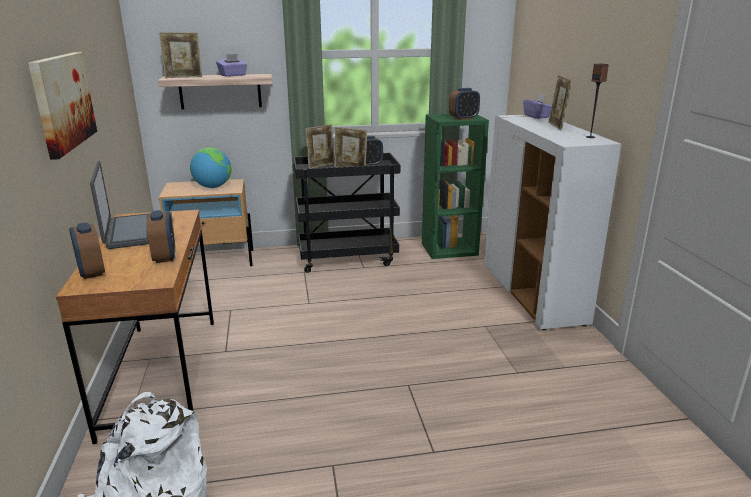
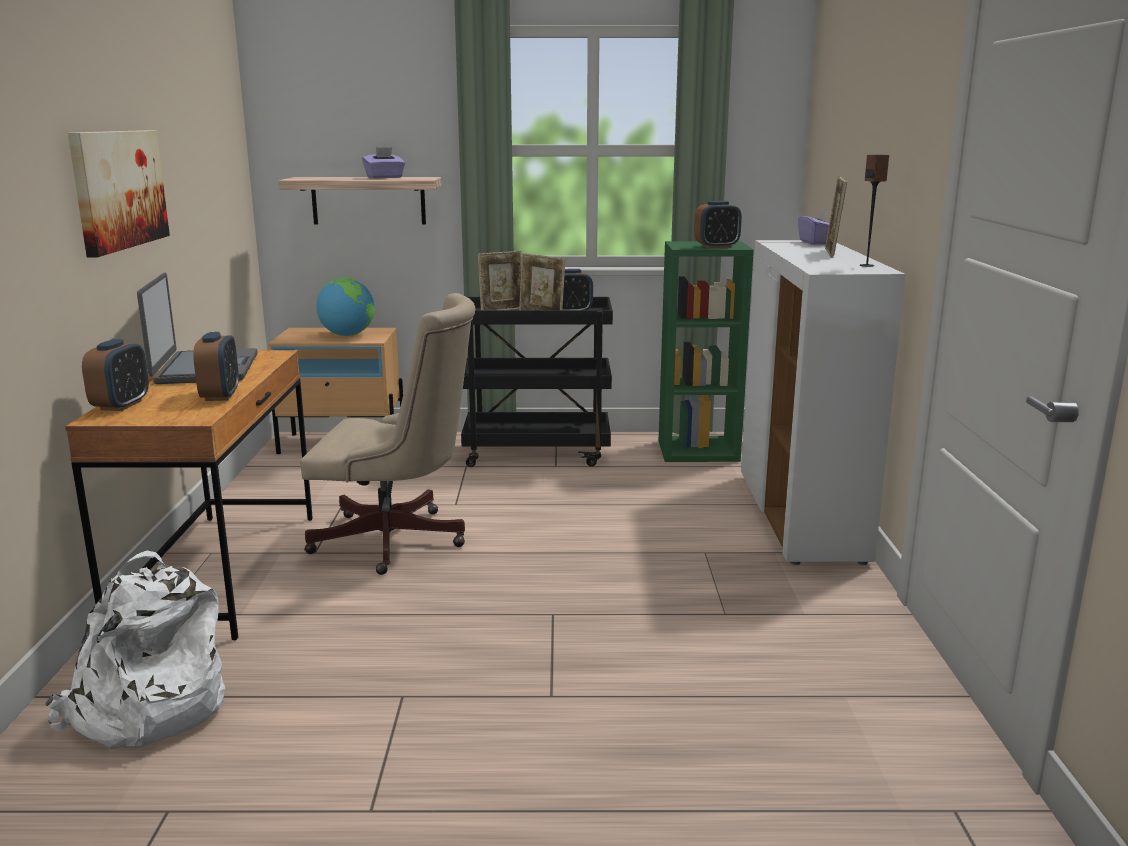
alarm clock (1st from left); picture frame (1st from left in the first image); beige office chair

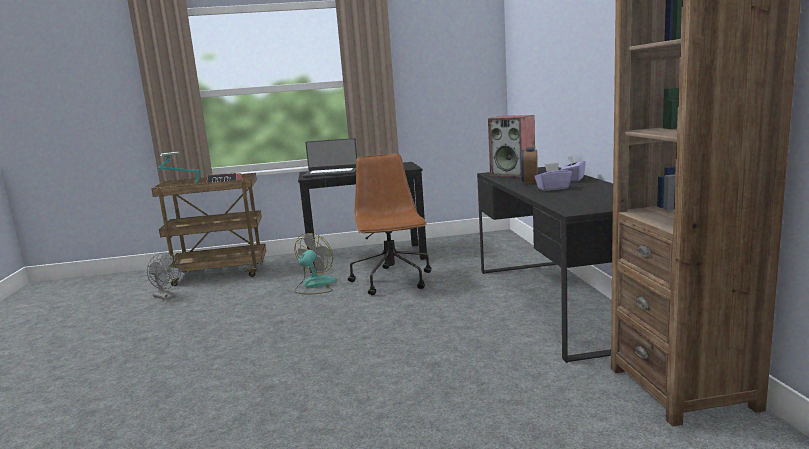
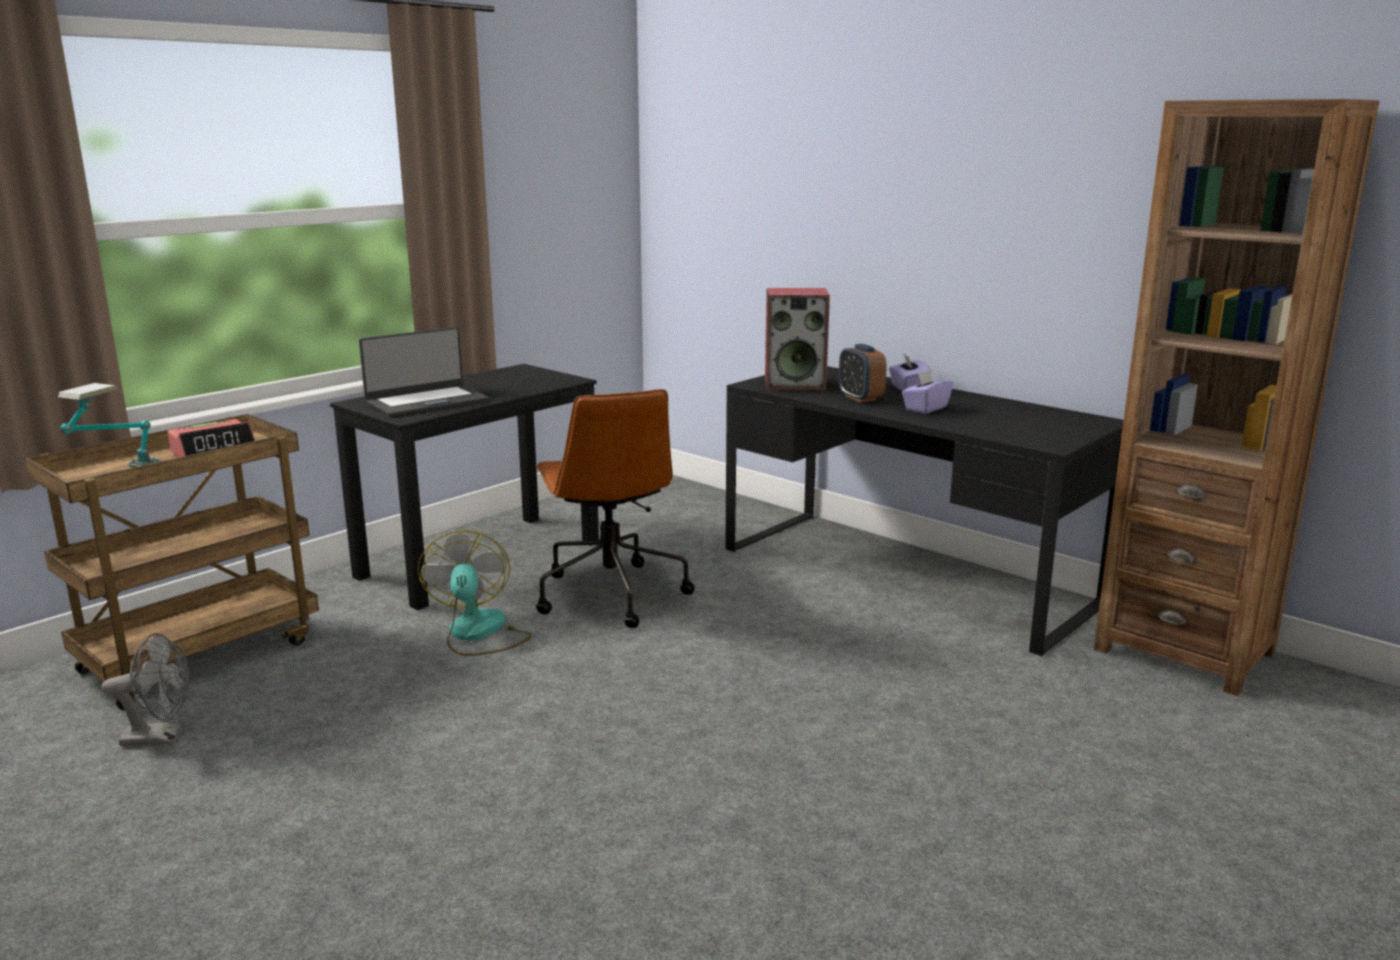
brown office chair

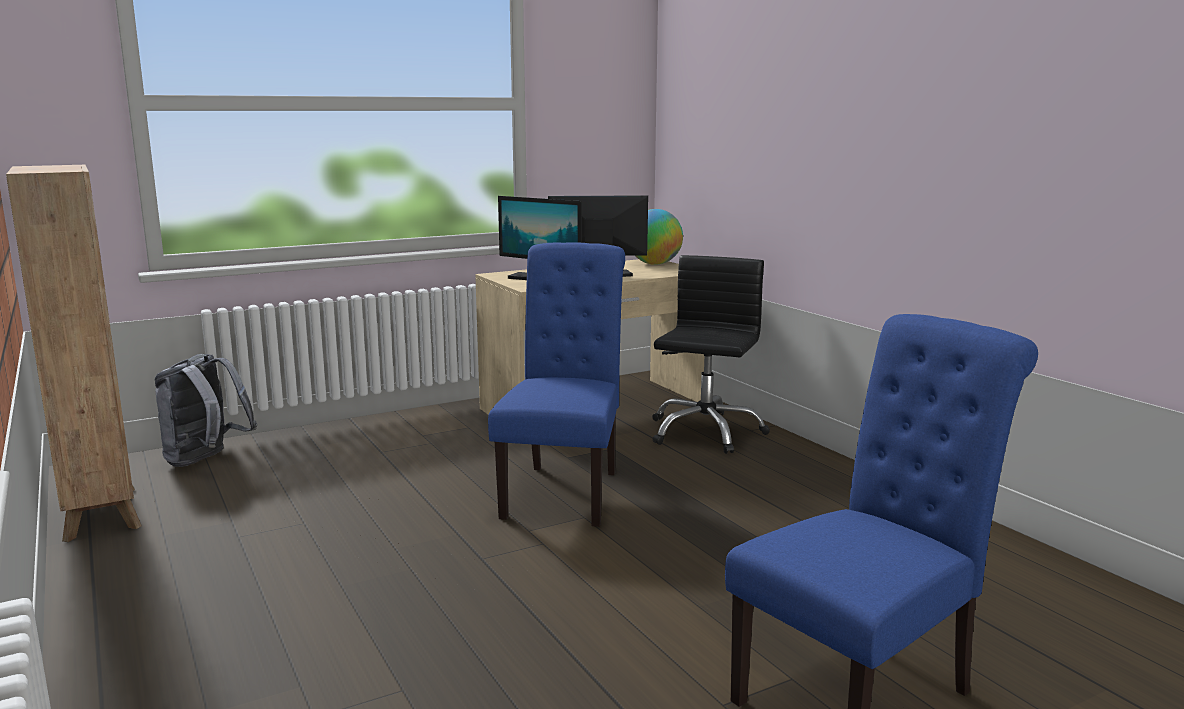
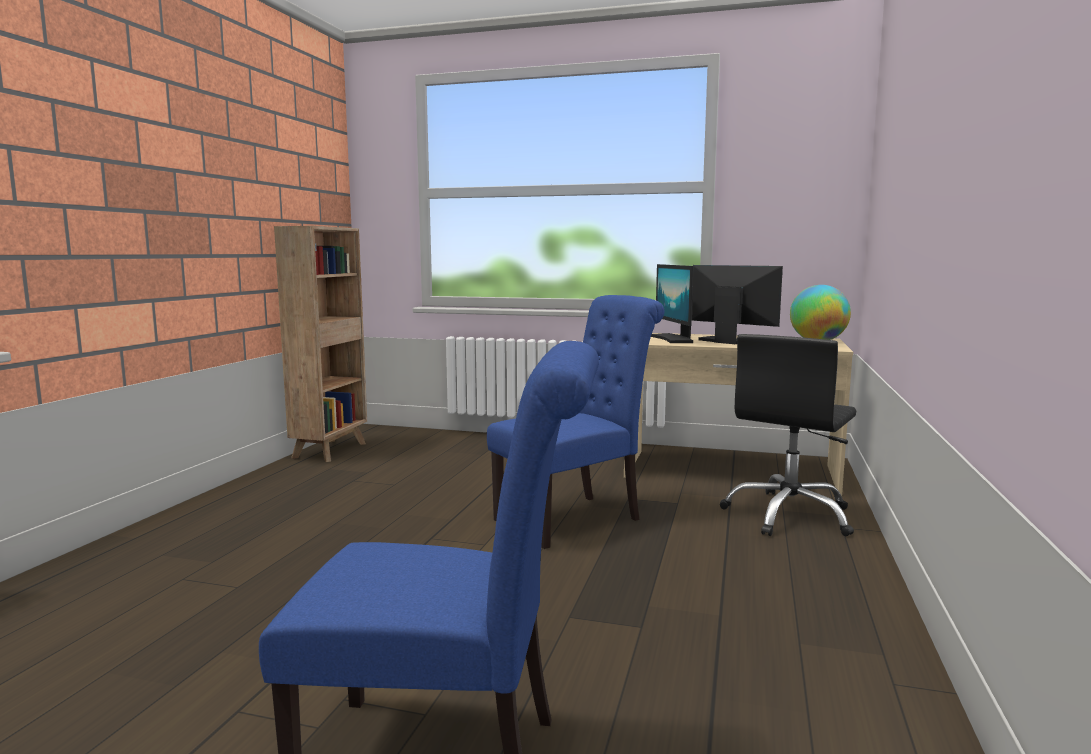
grey backpack; black office chair

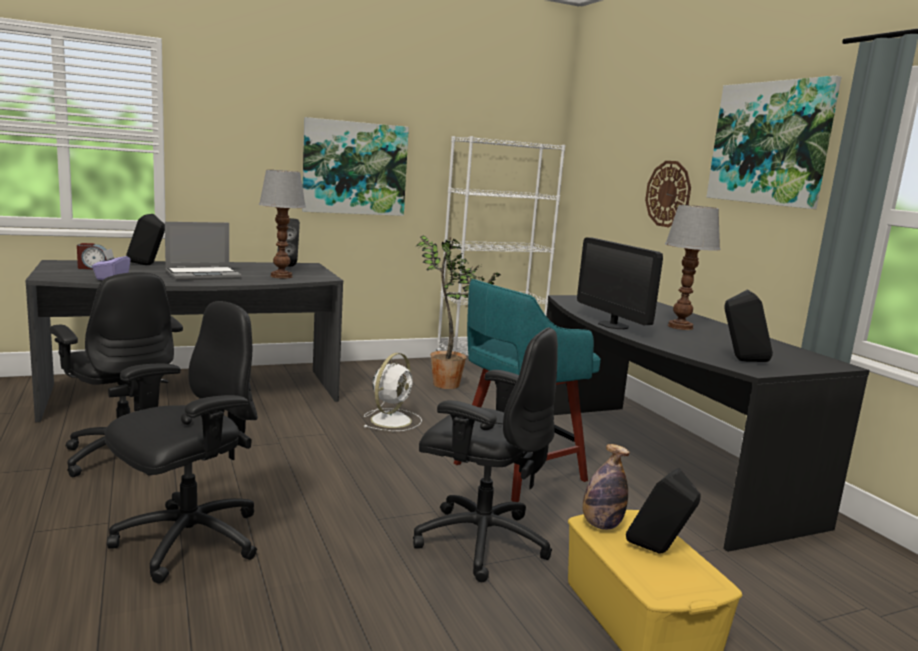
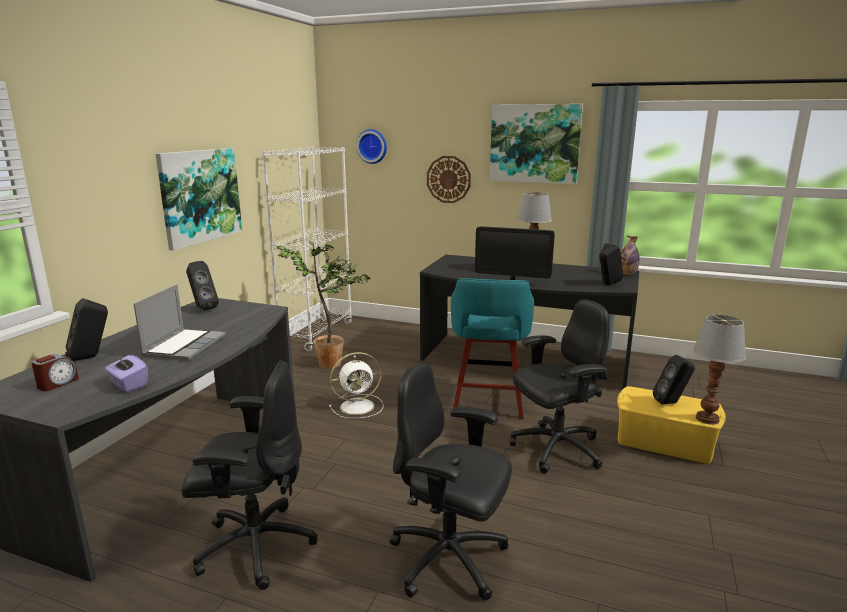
black office chair (2nd from left); table lamp (2nd from left); white fan; bottle; wall clock (1st from left)

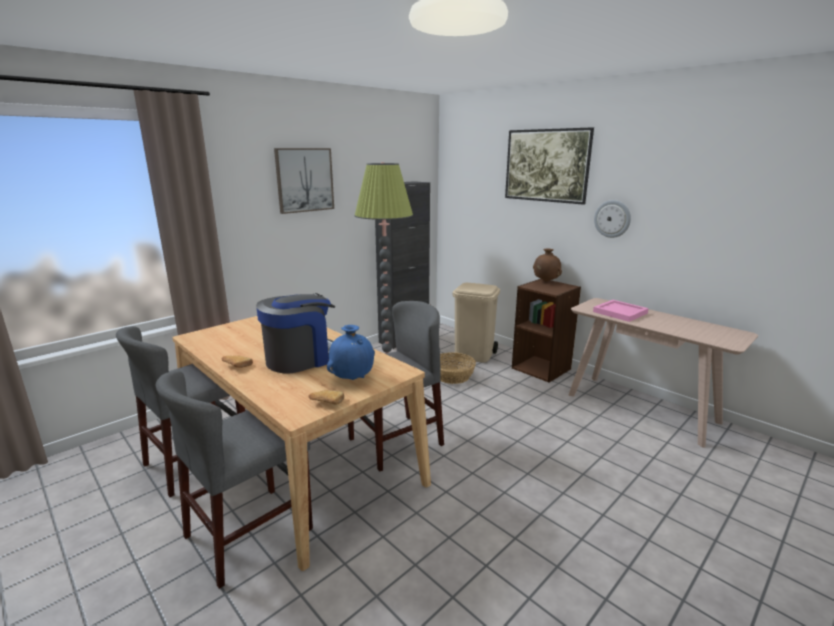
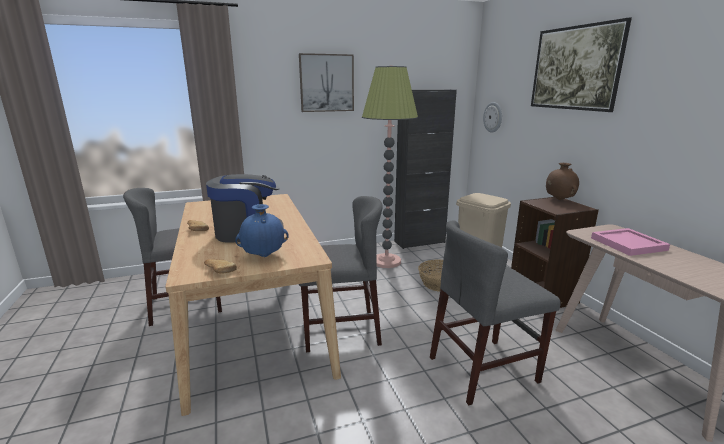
grey chair (3rd from left); wall clock

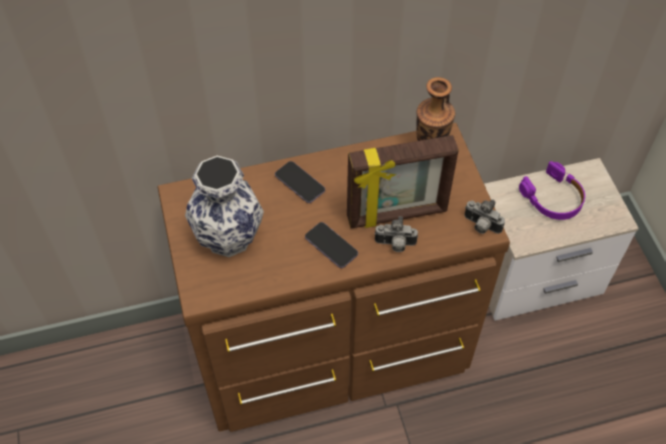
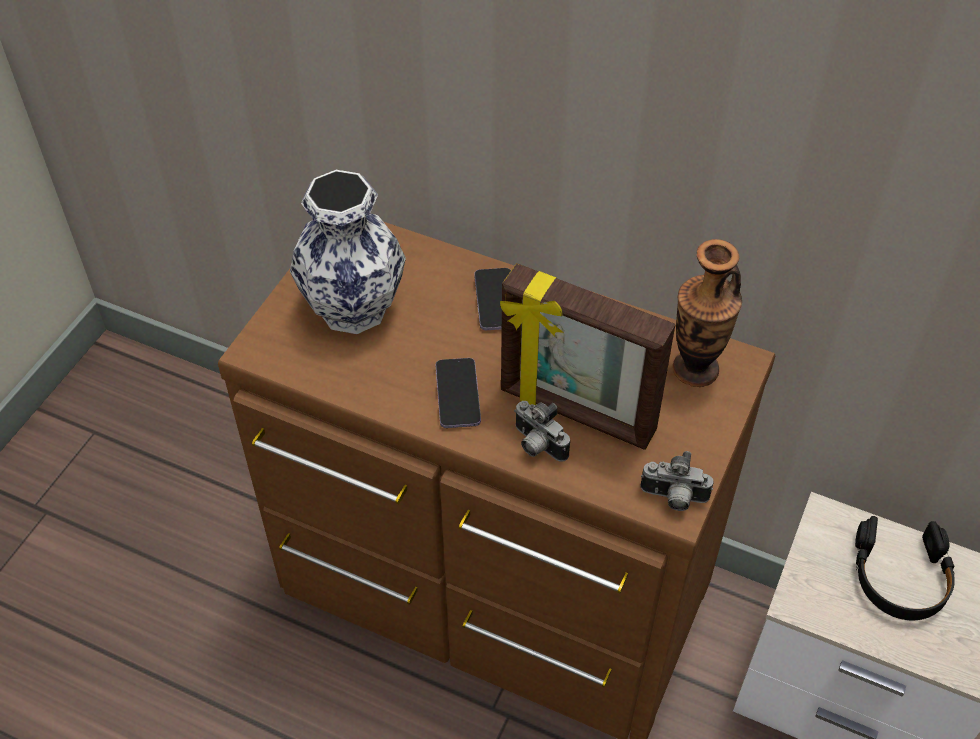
photo camera (2nd from left); black headphones

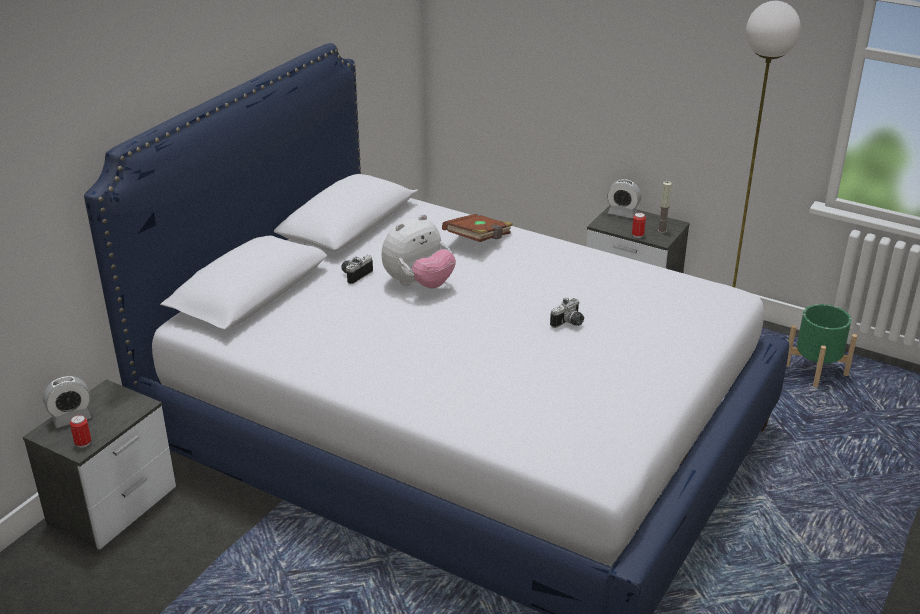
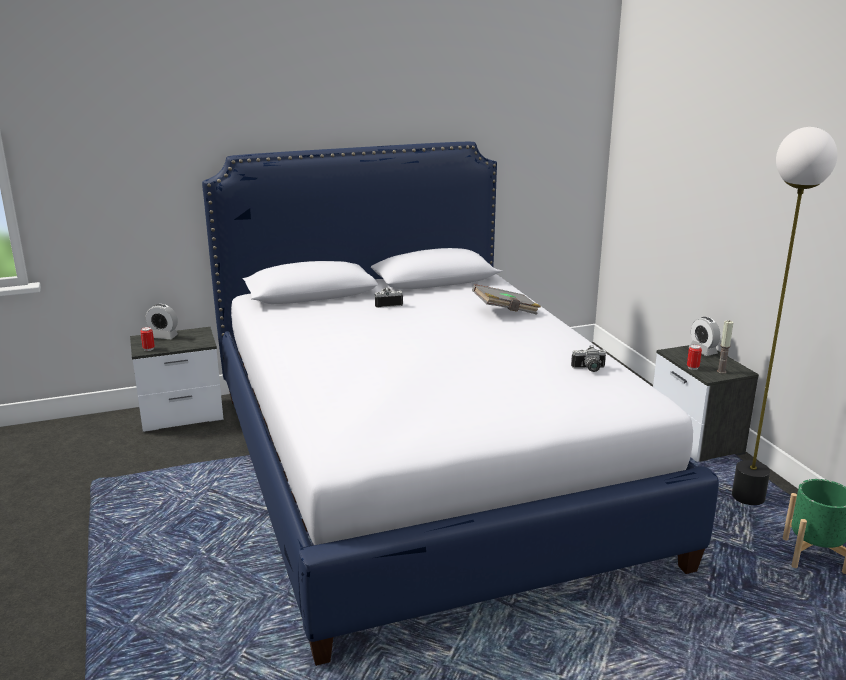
plush toy; grey book; photo camera (2nd from left)

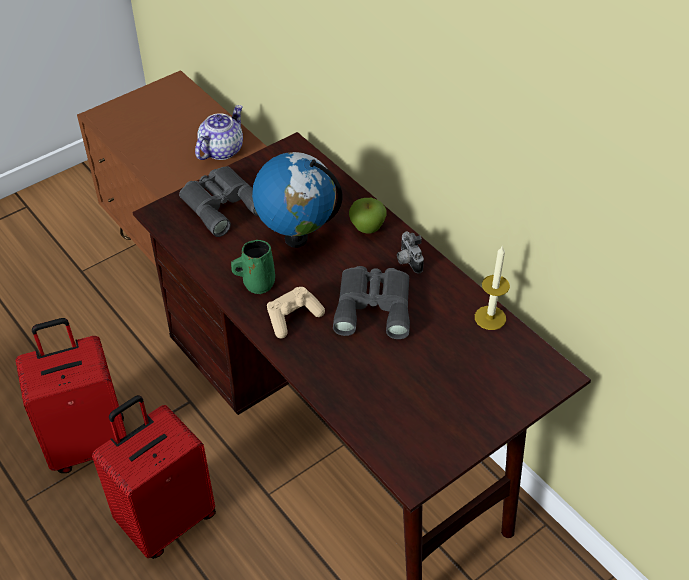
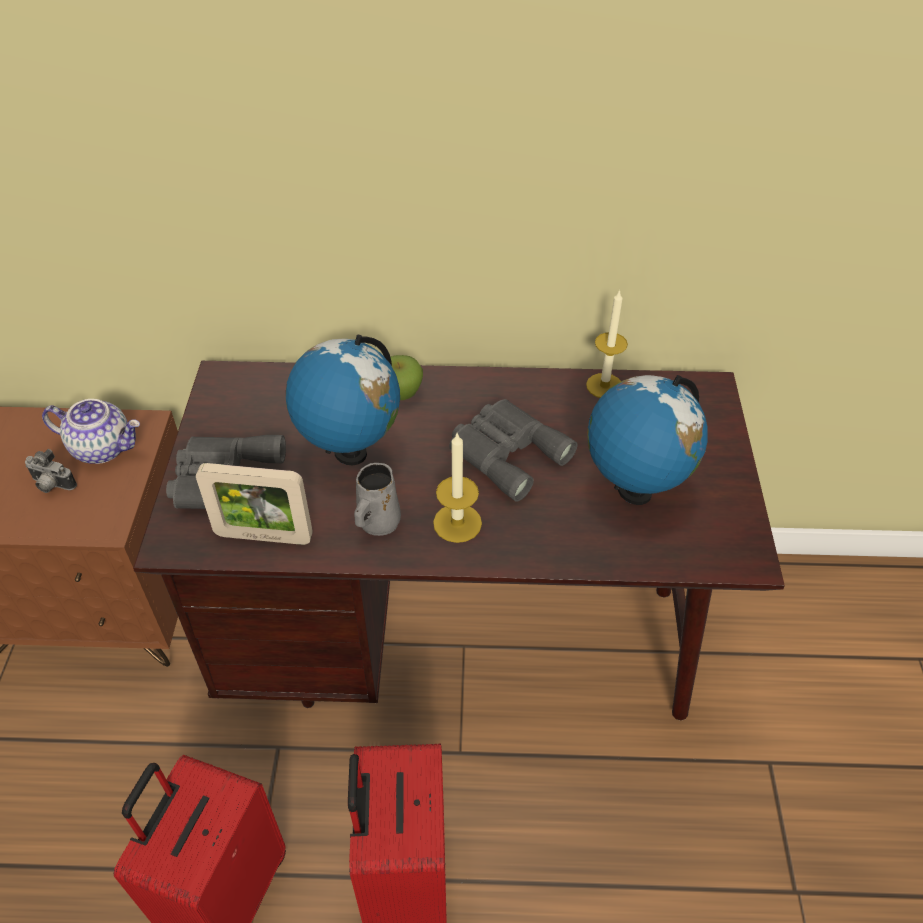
teapot; grey mug; candle (1st from left); photo camera; picture frame; globe (2nd from left)

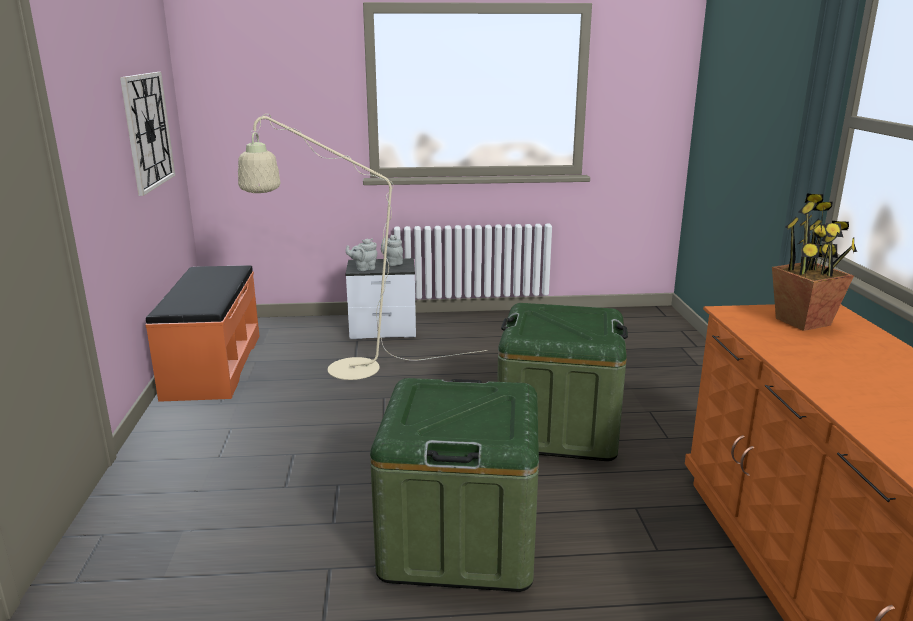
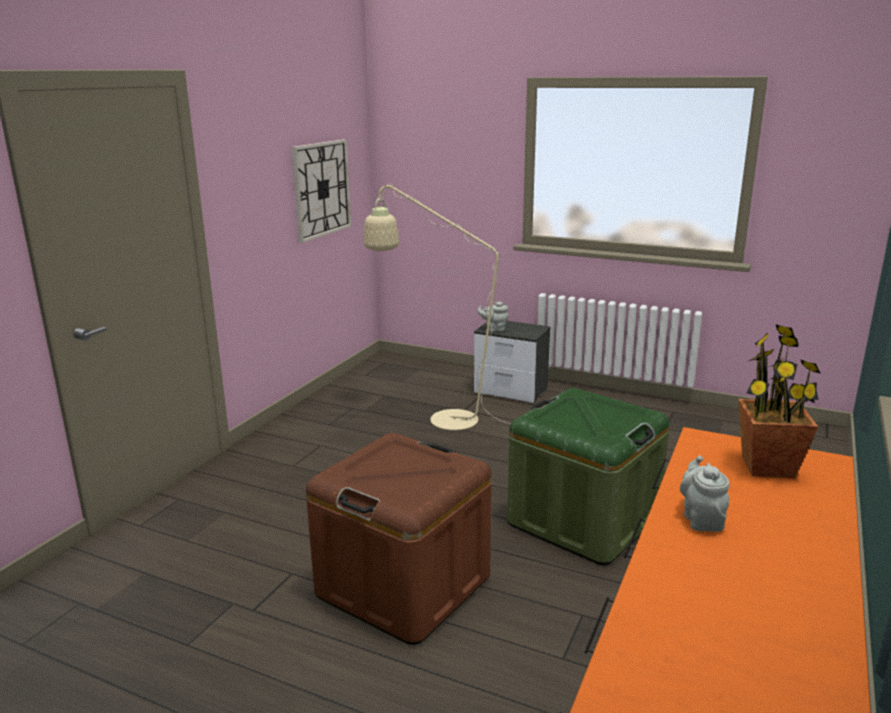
orange bench; brown storage box; grey teapot (2nd from left)

